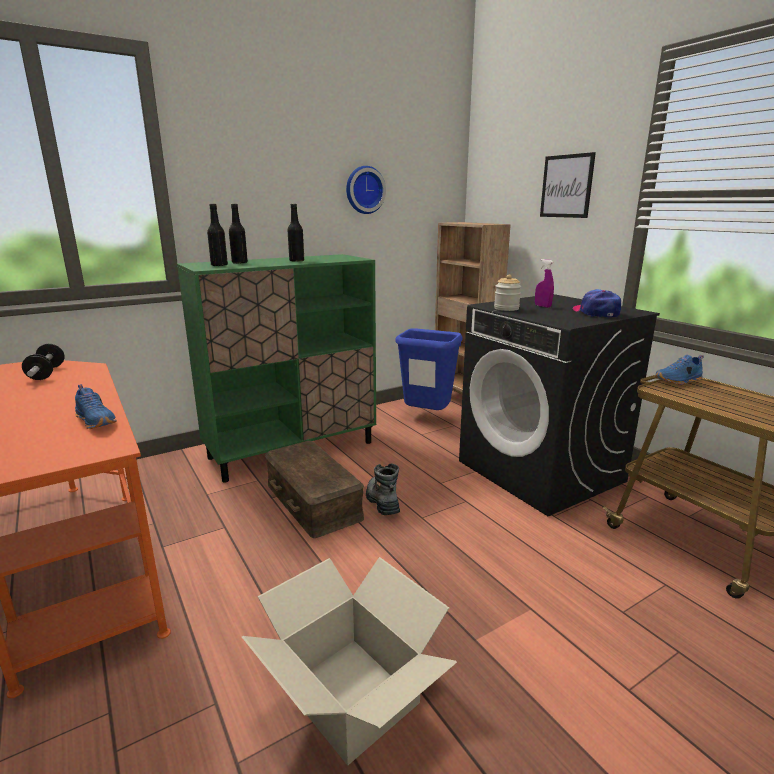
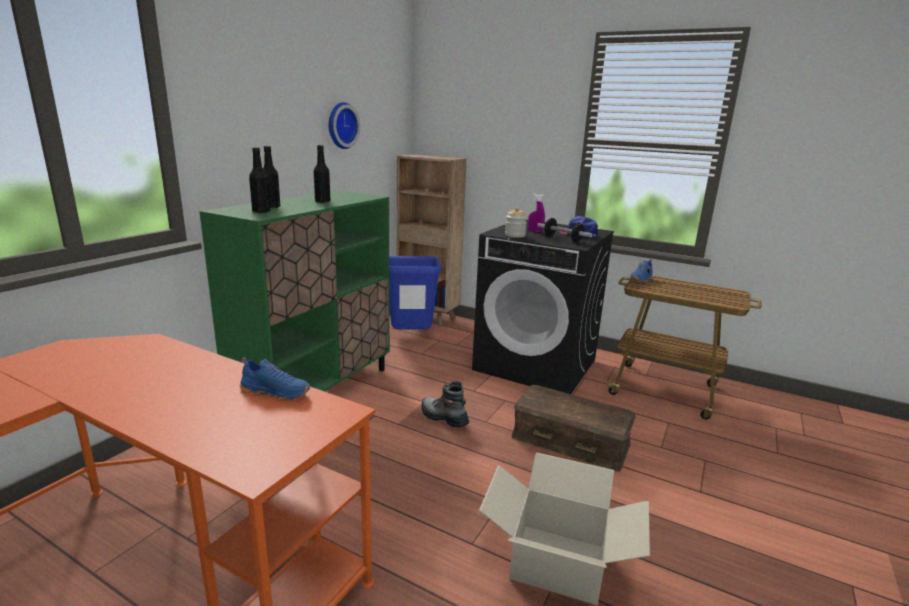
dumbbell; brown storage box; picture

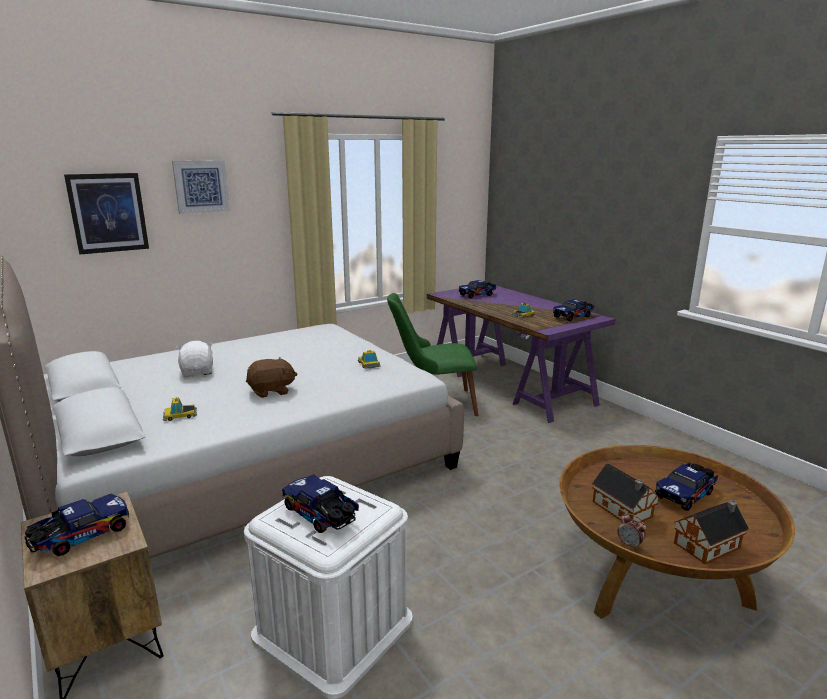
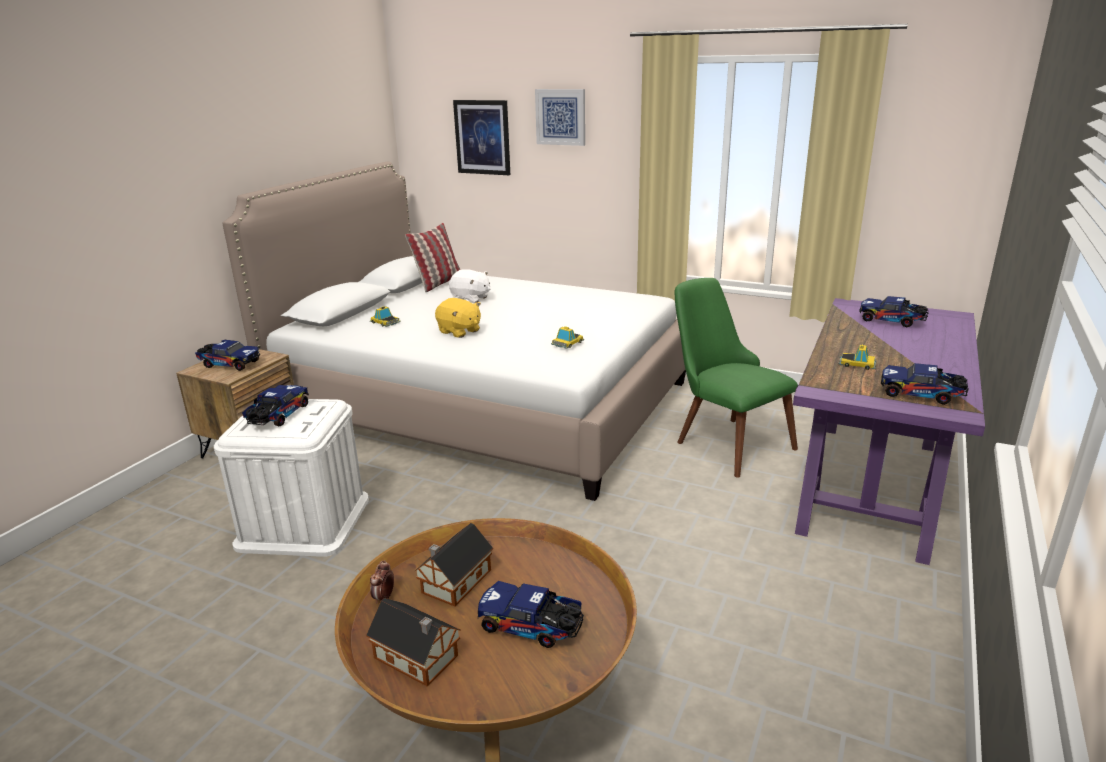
white plush toy; yellow plush toy; pillow

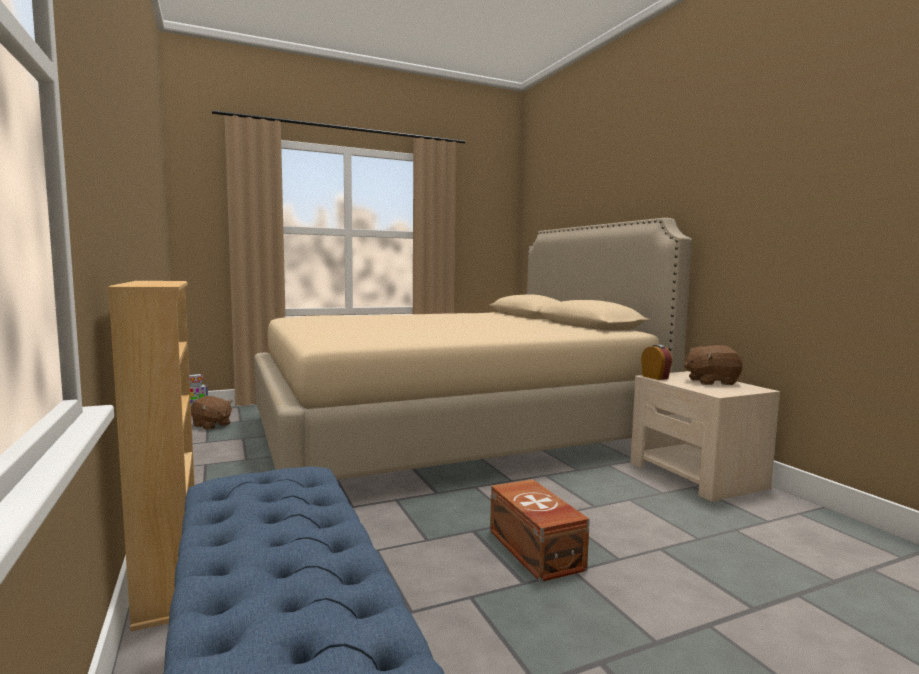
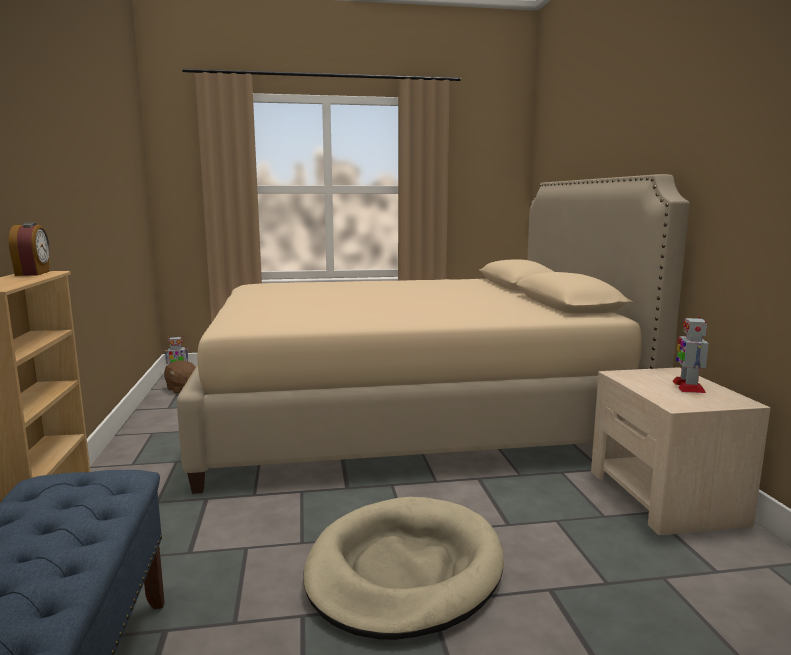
beige dog bed; alarm clock; toy robot (2nd from left)

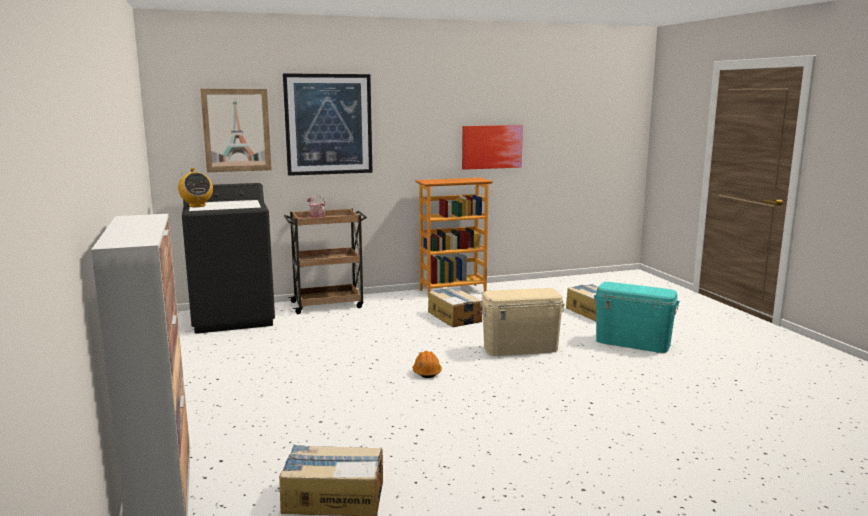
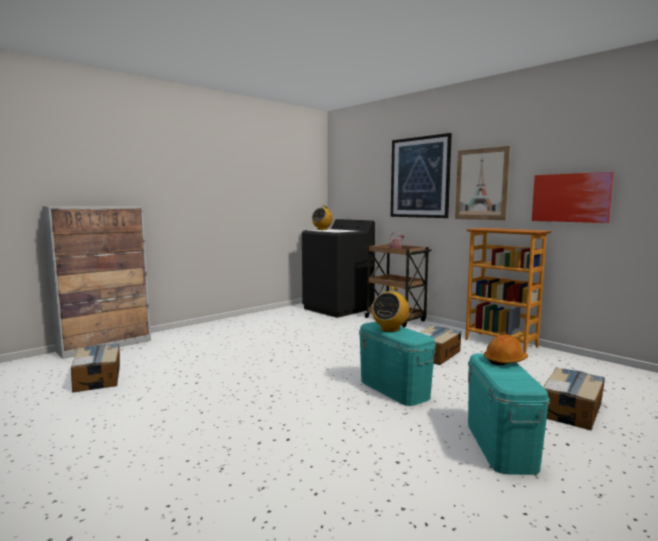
picture (2nd from left); orange hard hat; turquoise storage box (1st from left); radio (2nd from left)

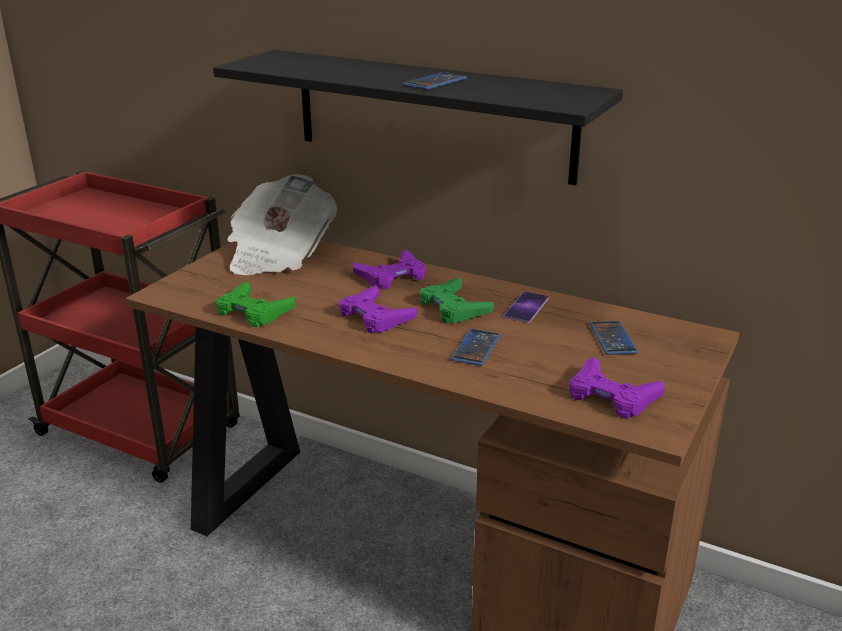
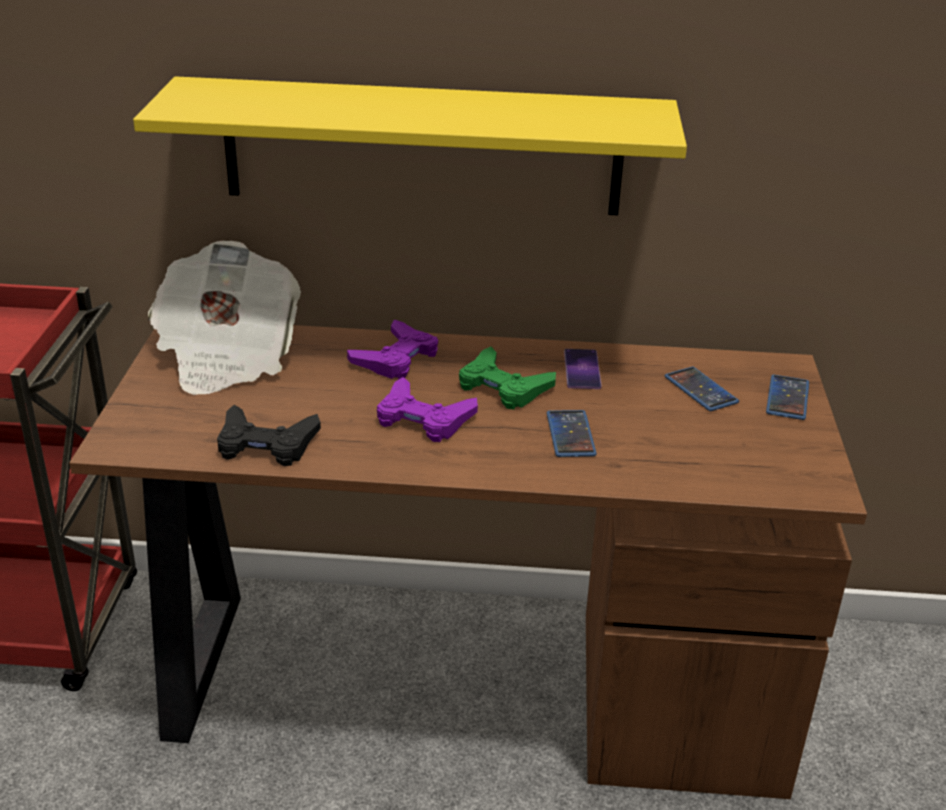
yellow shelf; black game controller; phone (4th from left); purple game controller (3rd from left in the first image)

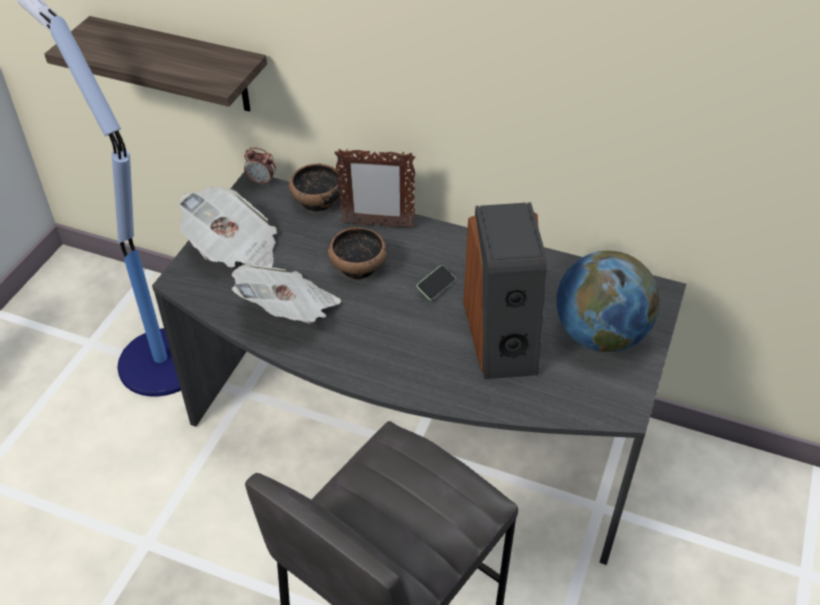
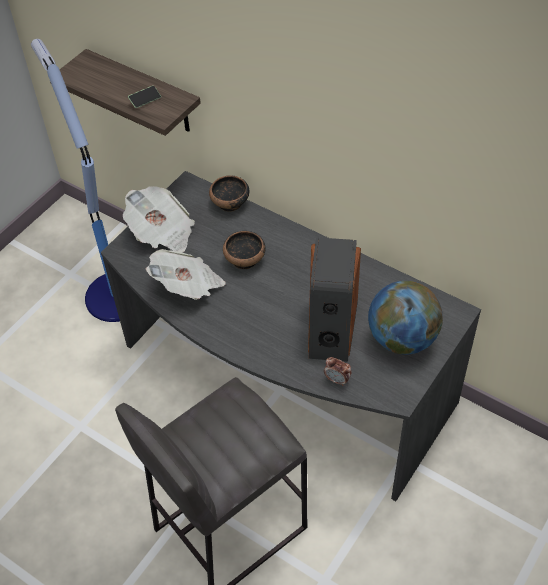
alarm clock; picture frame; phone

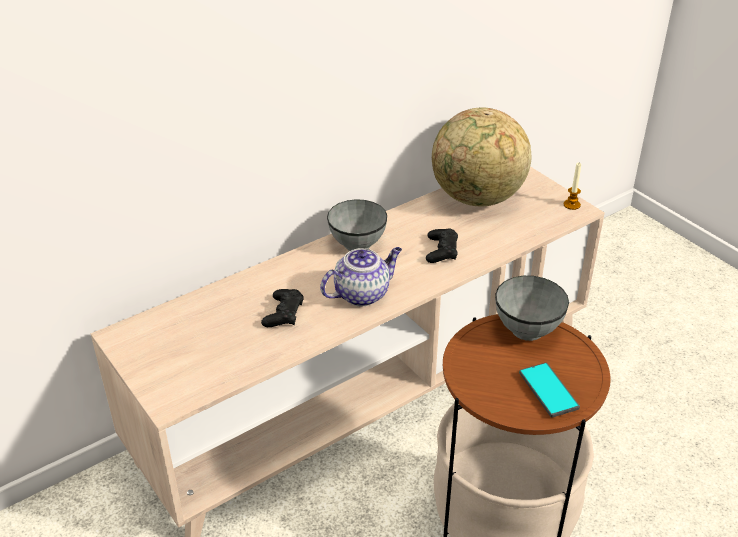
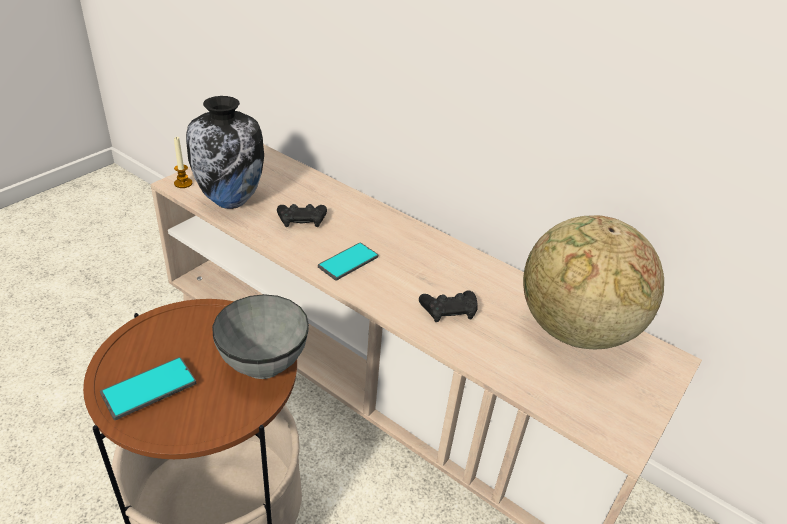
phone (2nd from left); grey bowl (1st from left in the first image); candle; vase

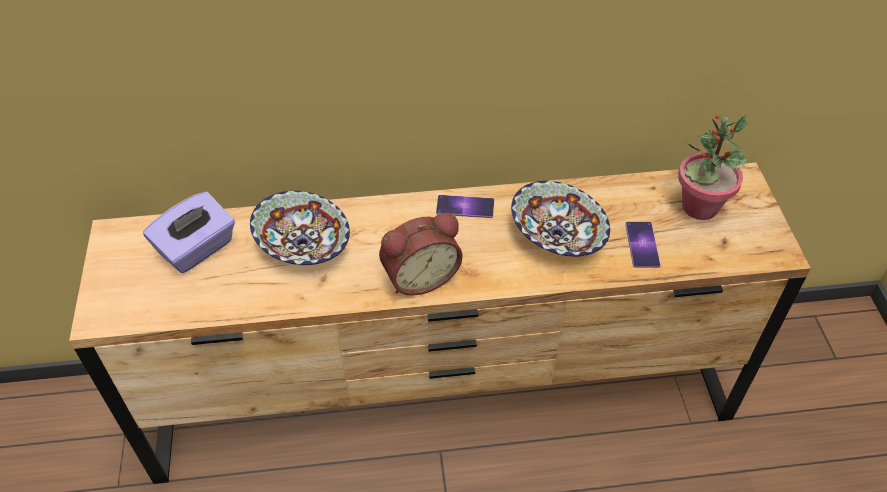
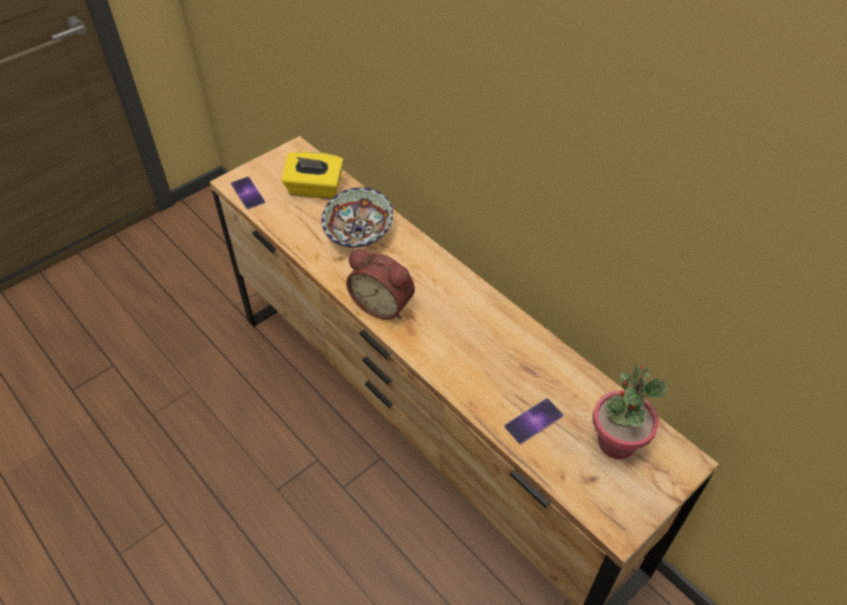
yellow tissue box; phone (1st from left); bowl (2nd from left in the first image)

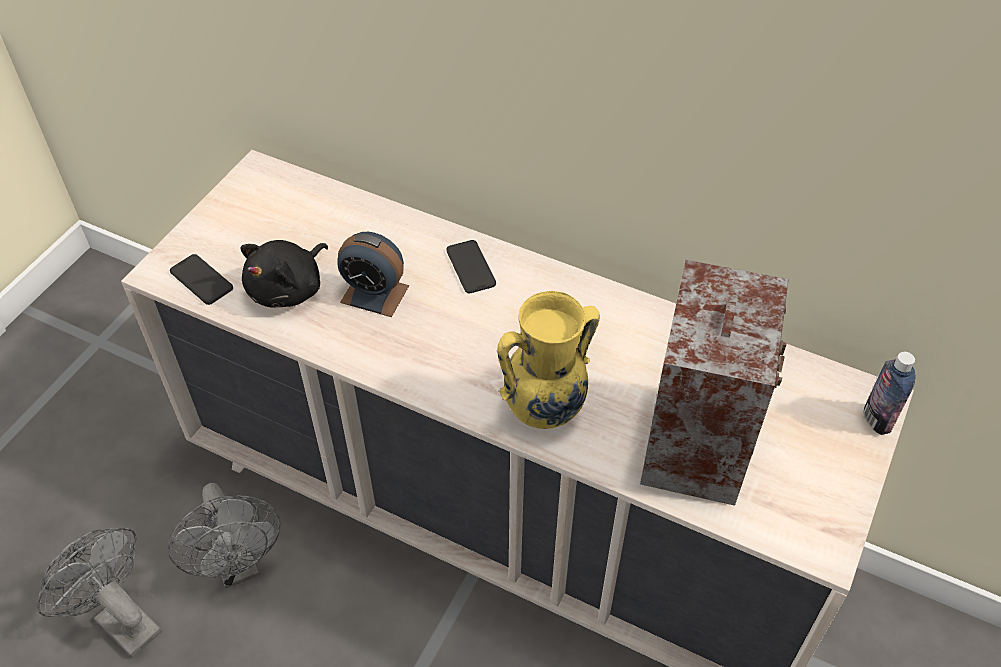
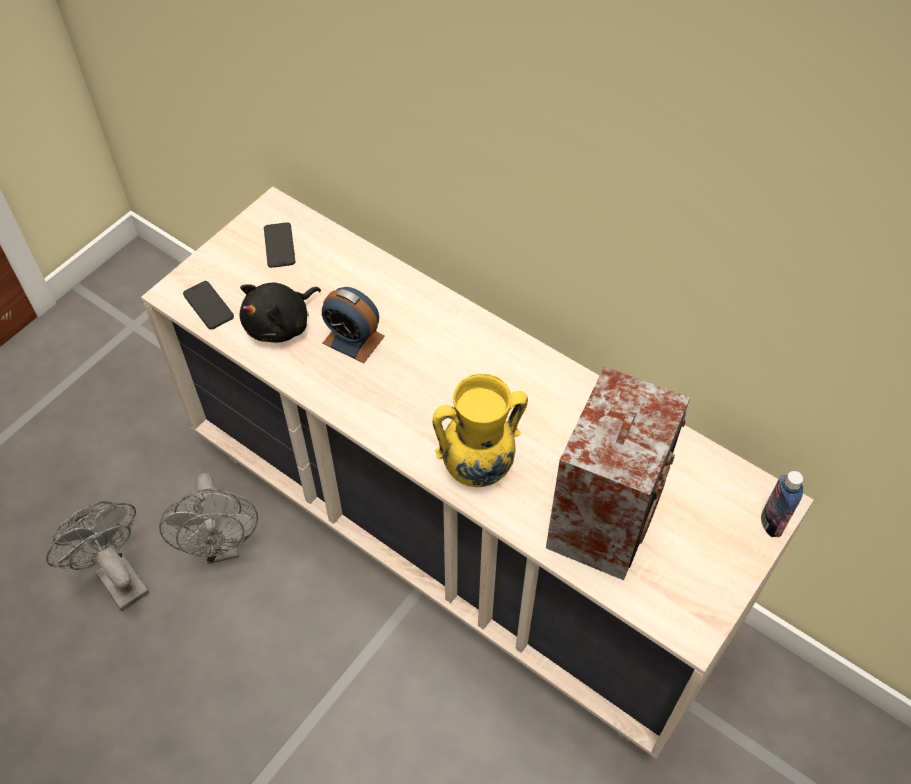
phone (2nd from left)

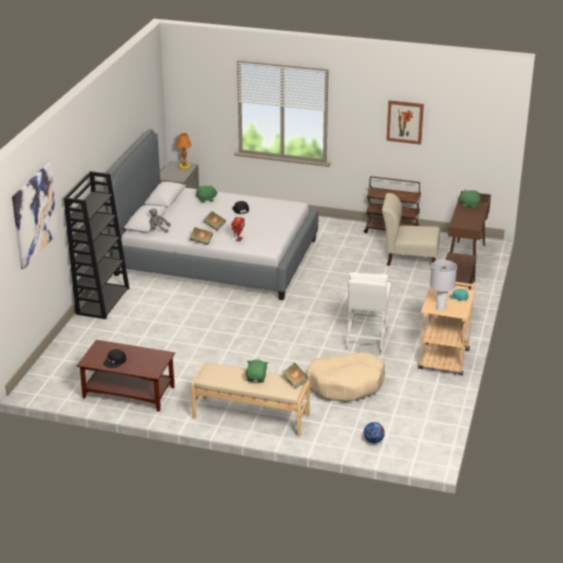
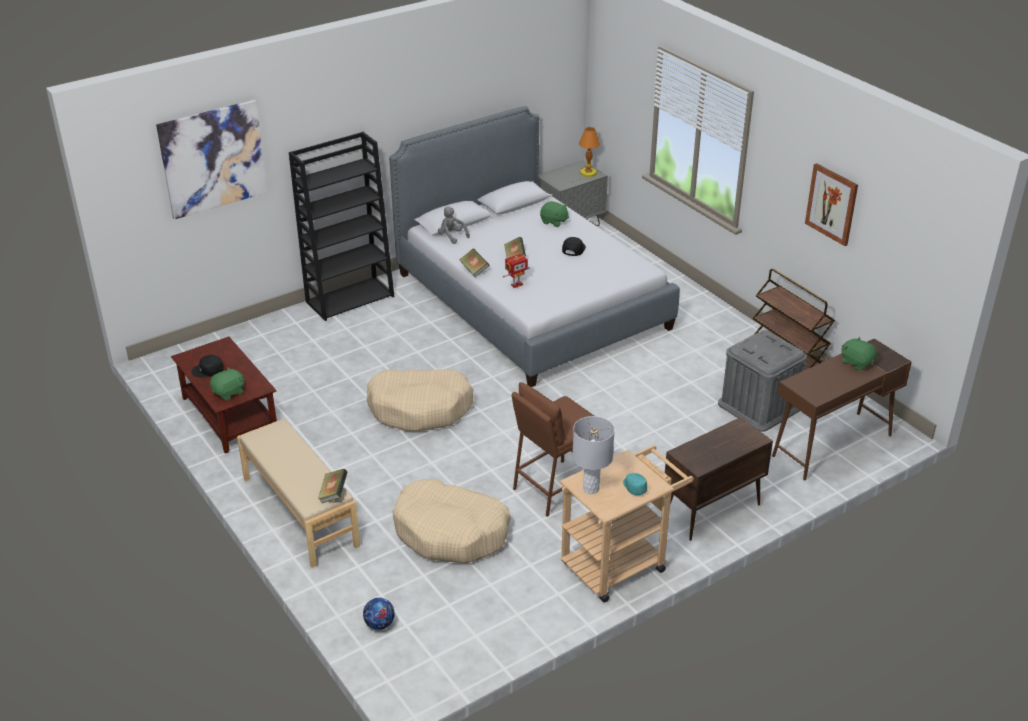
green plush toy (1st from left); brown stool; grey storage box; beige dog bed (1st from left)

